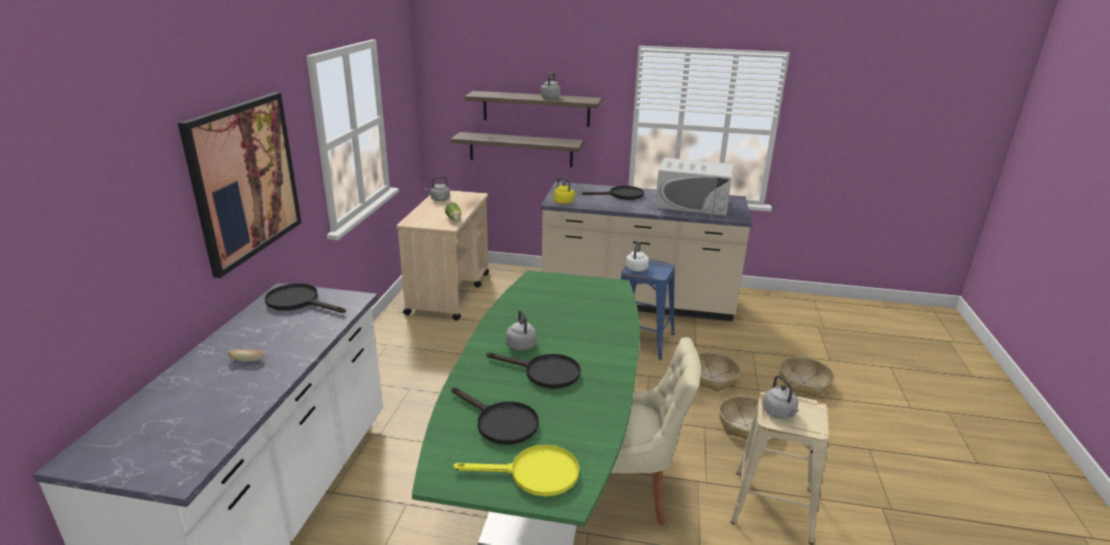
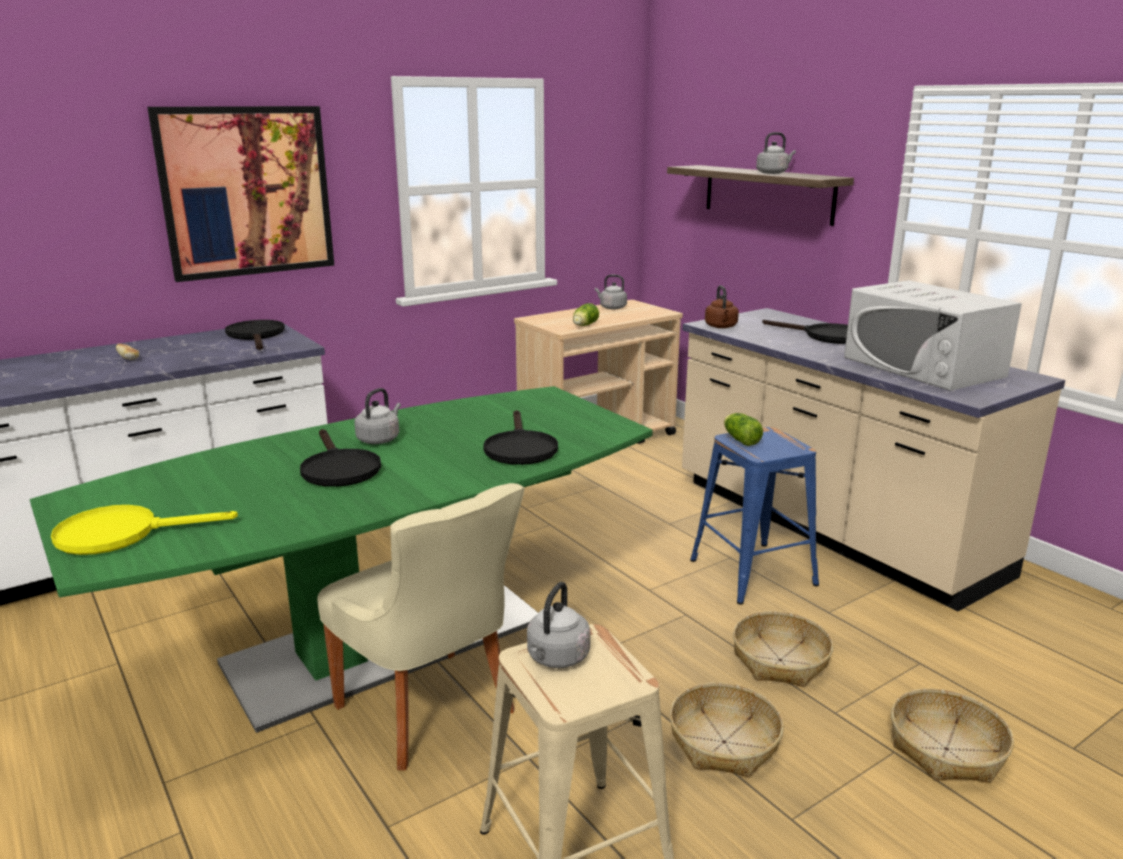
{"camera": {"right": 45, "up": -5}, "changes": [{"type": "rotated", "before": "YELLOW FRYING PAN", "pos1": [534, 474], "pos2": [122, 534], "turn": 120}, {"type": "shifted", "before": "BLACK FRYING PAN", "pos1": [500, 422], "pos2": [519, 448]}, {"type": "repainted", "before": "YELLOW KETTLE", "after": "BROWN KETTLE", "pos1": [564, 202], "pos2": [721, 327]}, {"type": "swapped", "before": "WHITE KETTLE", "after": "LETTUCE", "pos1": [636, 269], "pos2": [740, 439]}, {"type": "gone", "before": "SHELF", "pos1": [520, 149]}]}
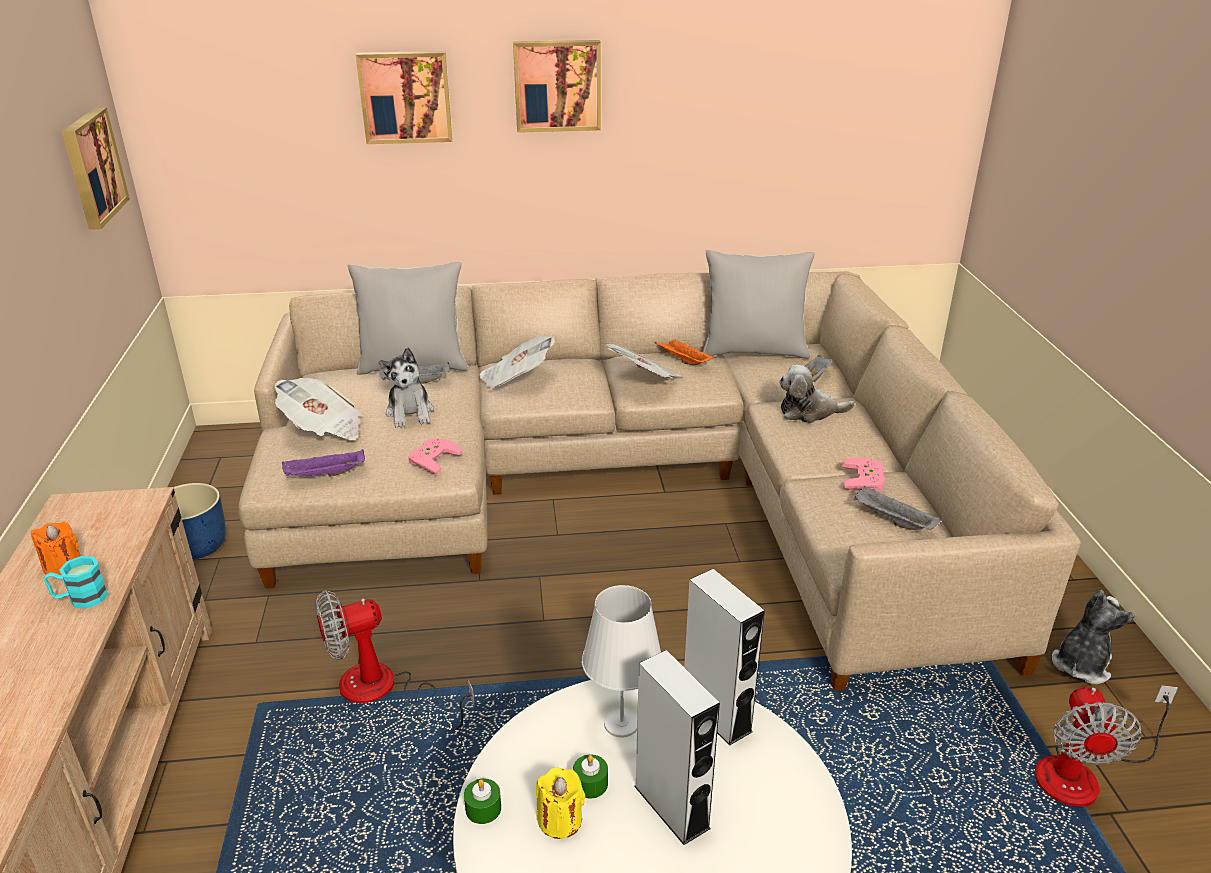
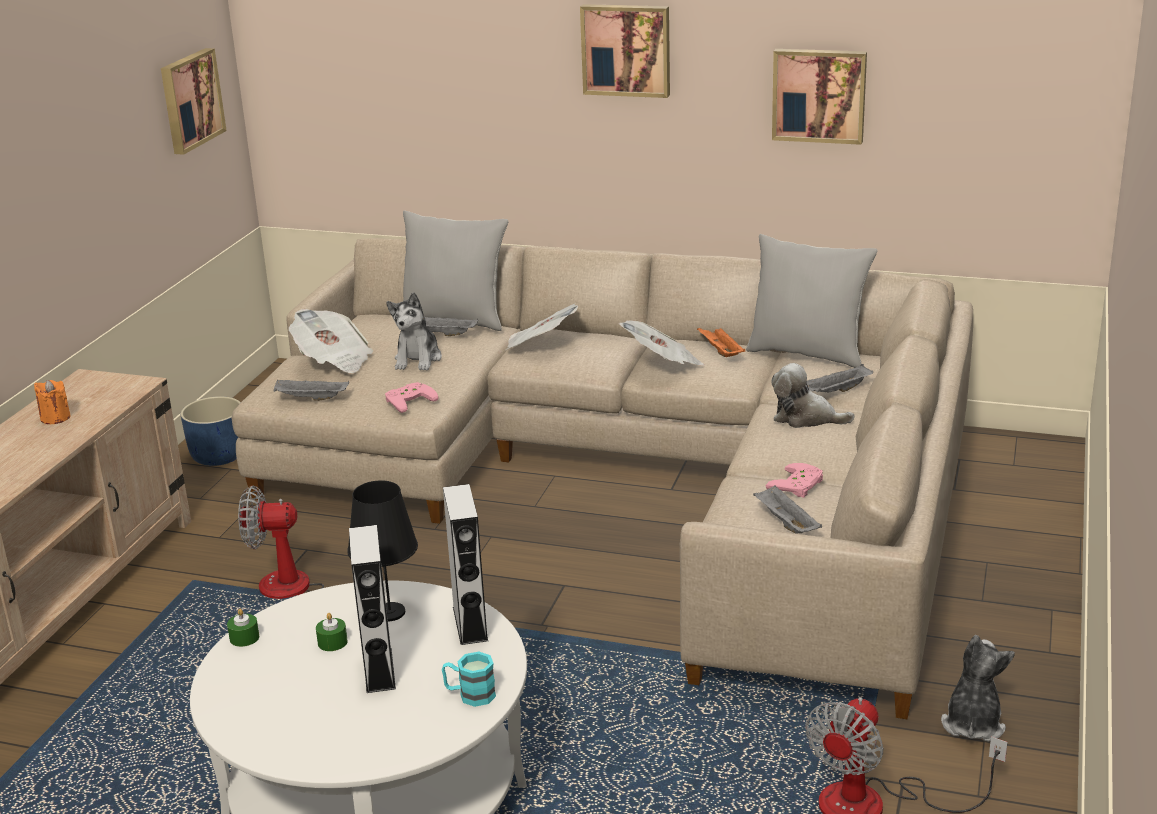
{"camera": {"right": 25, "up": -5}, "changes": [{"type": "repainted", "before": "PURPLE TRAY", "after": "GREY TRAY", "pos1": [324, 475], "pos2": [310, 398]}, {"type": "repainted", "before": "WHITE TABLE LAMP", "after": "BLACK TABLE LAMP", "pos1": [621, 724], "pos2": [389, 613]}, {"type": "shifted", "before": "TURQUOISE MUG", "pos1": [80, 598], "pos2": [470, 695]}, {"type": "shifted", "before": "PICTURE", "pos1": [405, 97], "pos2": [819, 95]}, {"type": "rotated", "before": "PLUSH TOY", "pos1": [1080, 665], "pos2": [972, 724], "turn": -45}, {"type": "gone", "before": "YELLOW CANDLE", "pos1": [560, 820]}]}
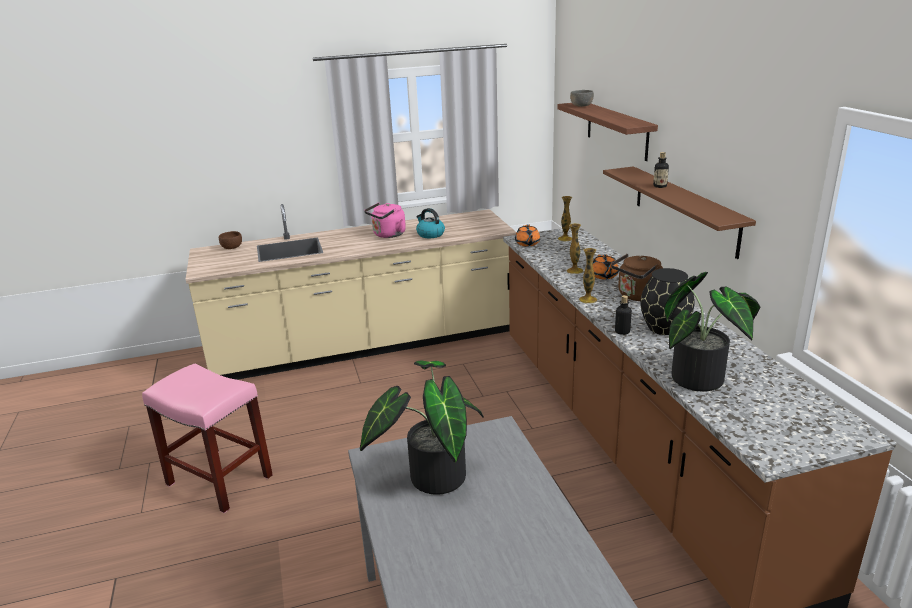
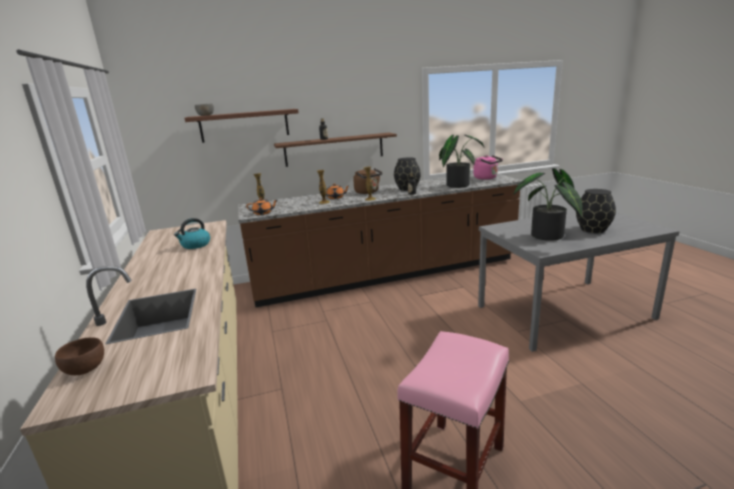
{"camera": {"right": -90, "up": -5}, "changes": [{"type": "shifted", "before": "PINK KETTLE", "pos1": [387, 235], "pos2": [487, 178]}, {"type": "new", "after": "BLACK VASE", "pos2": [593, 229]}]}
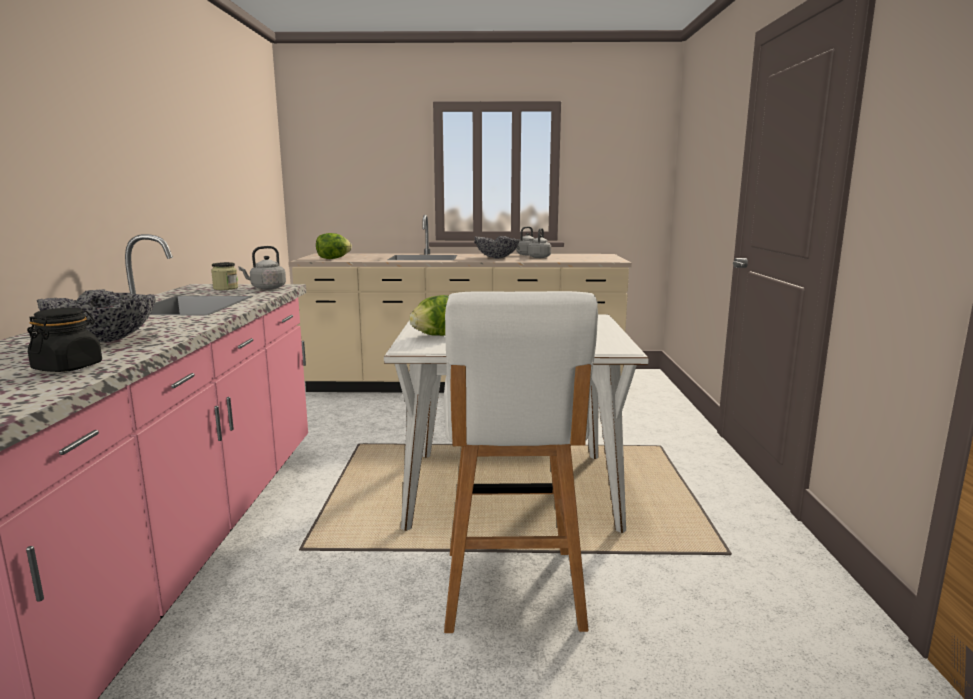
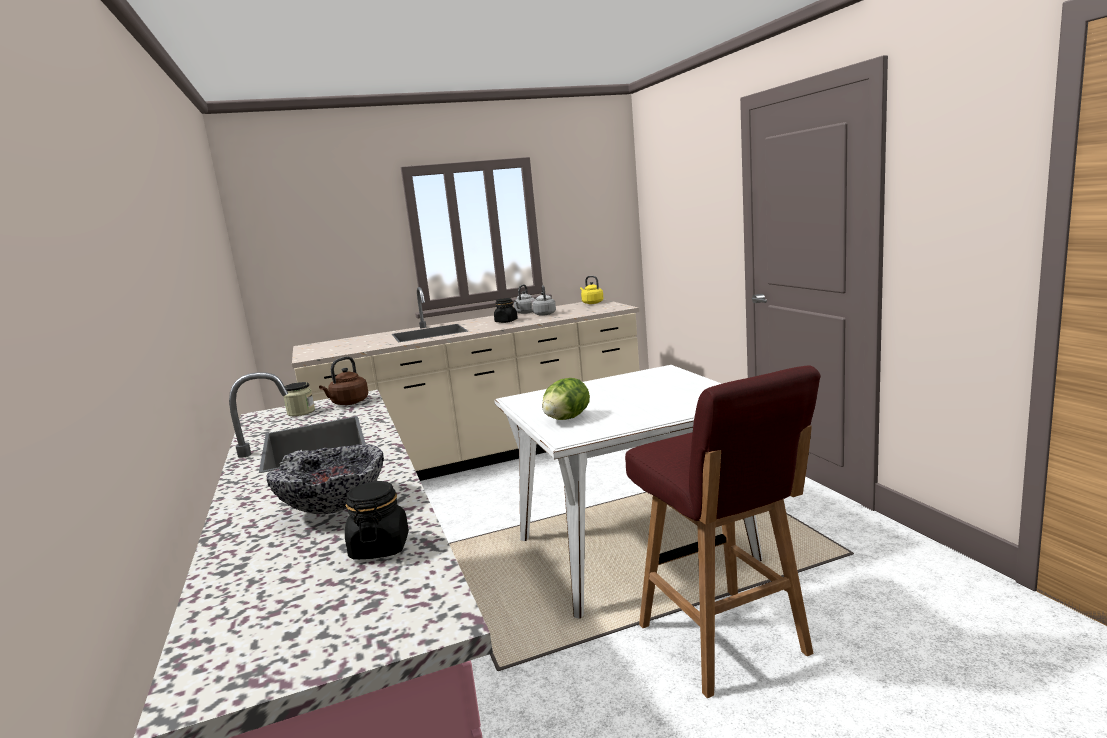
{"camera": {"right": -20, "up": 0}, "changes": [{"type": "repainted", "before": "GREY KETTLE", "after": "BROWN KETTLE", "pos1": [266, 288], "pos2": [348, 403]}, {"type": "swapped", "before": "BOWL", "after": "BLACK JAR", "pos1": [497, 258], "pos2": [506, 321]}, {"type": "new", "after": "YELLOW KETTLE", "pos2": [591, 303]}, {"type": "repainted", "before": "WHITE STOOL", "after": "RED STOOL", "pos1": [511, 591], "pos2": [724, 641]}, {"type": "gone", "before": "LETTUCE", "pos1": [333, 258]}]}
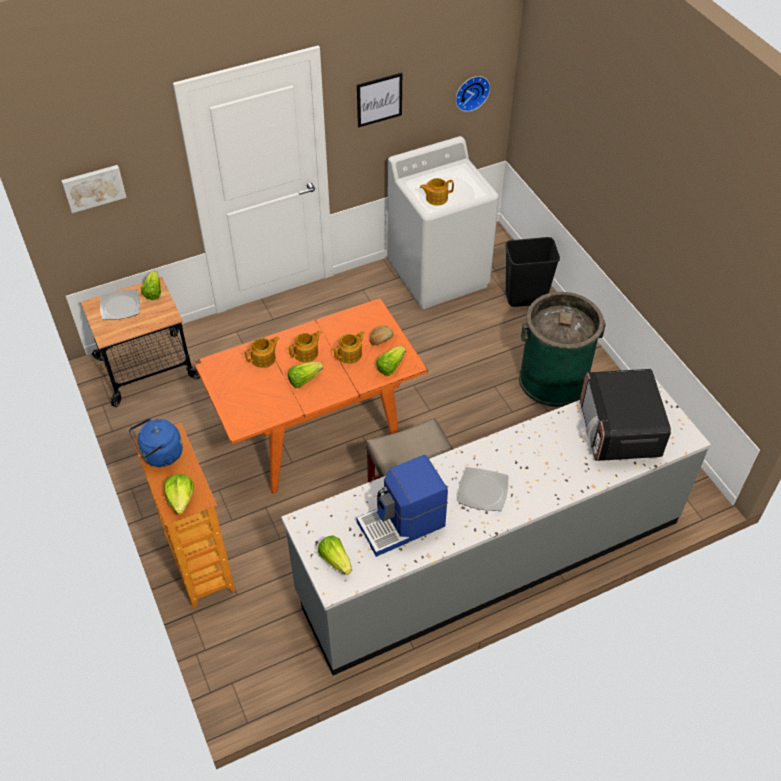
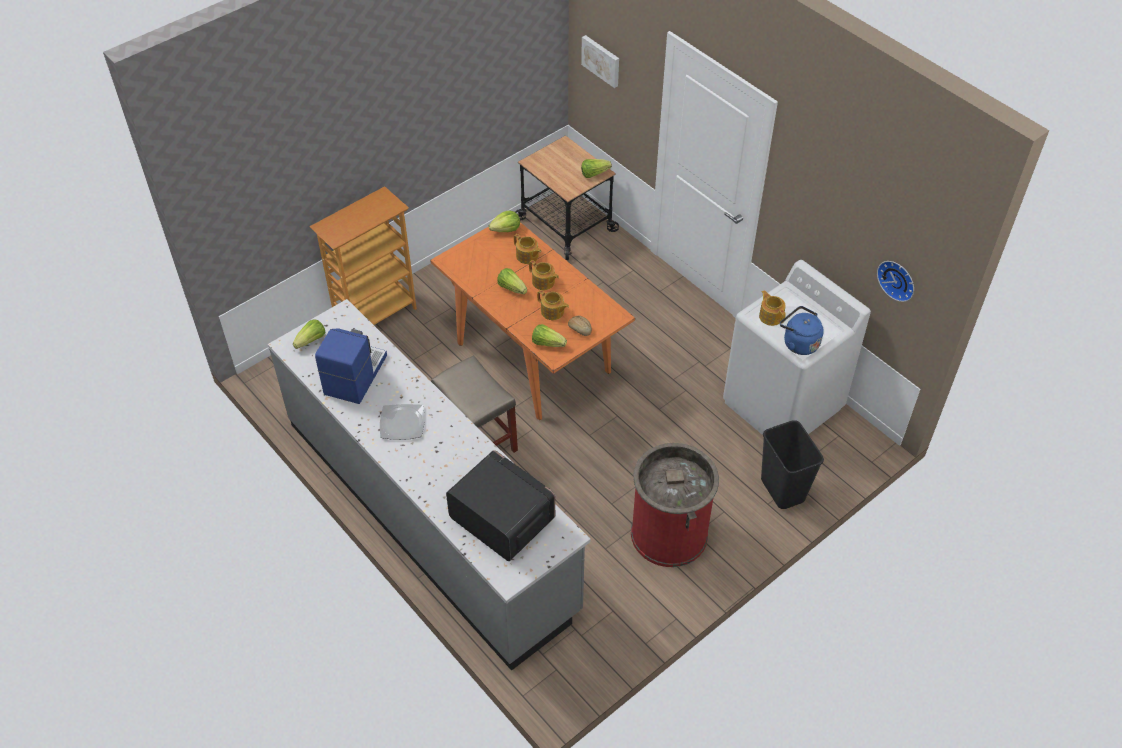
{"camera": {"right": 75, "up": 0}, "changes": [{"type": "rotated", "before": "COFFEE MACHINE", "pos1": [402, 524], "pos2": [354, 375], "turn": 60}, {"type": "rotated", "before": "MICROWAVE", "pos1": [619, 430], "pos2": [501, 519], "turn": 60}, {"type": "shifted", "before": "LETTUCE", "pos1": [181, 499], "pos2": [506, 229]}, {"type": "repainted", "before": "GREEN TRASH CAN", "after": "RED TRASH CAN", "pos1": [553, 380], "pos2": [669, 533]}, {"type": "shifted", "before": "BLUE KETTLE", "pos1": [160, 455], "pos2": [798, 343]}, {"type": "gone", "before": "PLATE", "pos1": [120, 306]}, {"type": "gone", "before": "PICTURE", "pos1": [379, 99]}]}
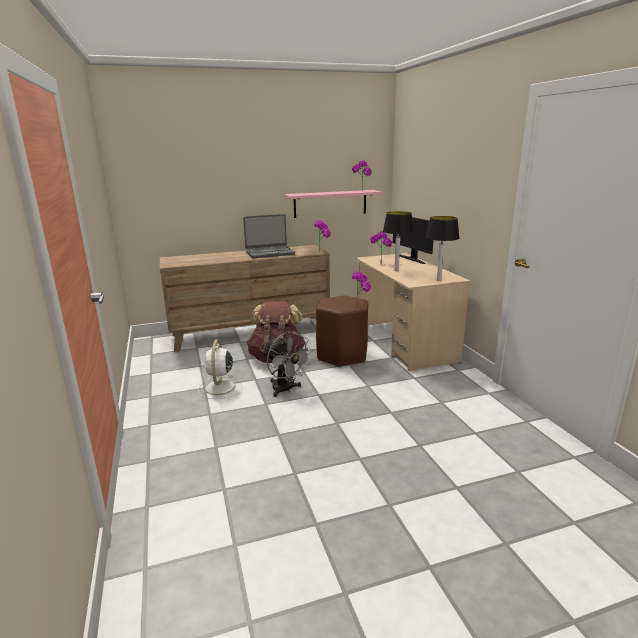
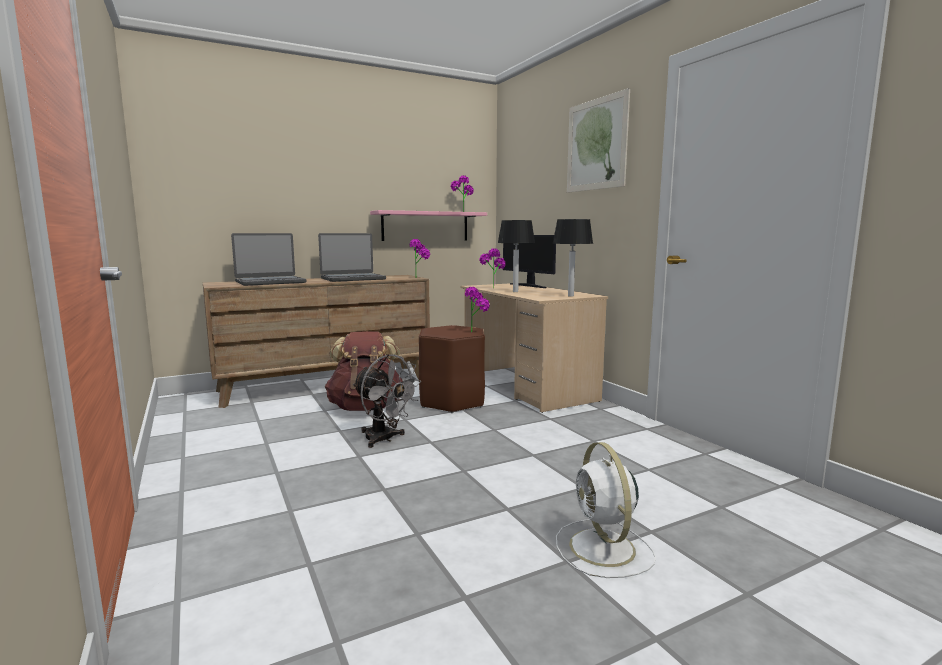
{"camera": {"right": -10, "up": -10}, "changes": [{"type": "new", "after": "LAPTOP", "pos2": [270, 282]}, {"type": "shifted", "before": "WHITE FAN", "pos1": [220, 388], "pos2": [603, 549]}, {"type": "new", "after": "PICTURE", "pos2": [596, 144]}]}
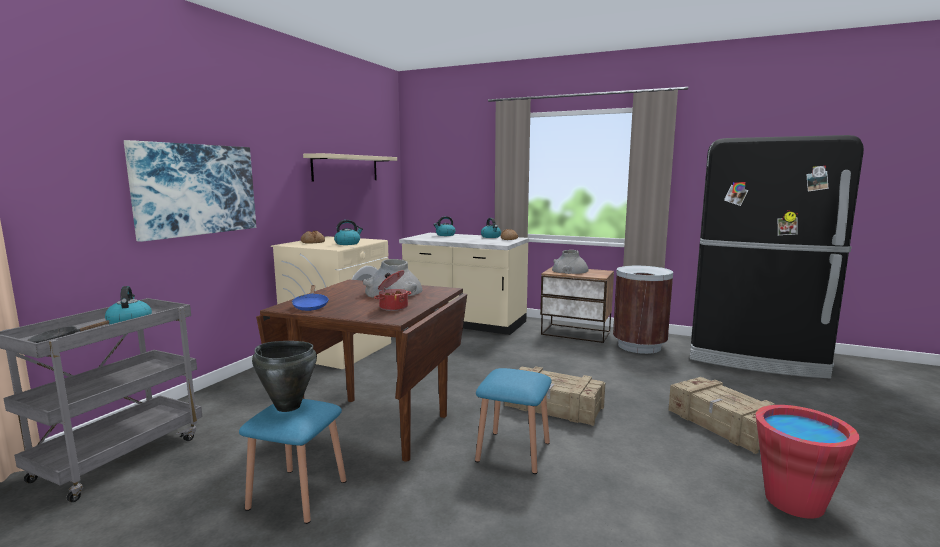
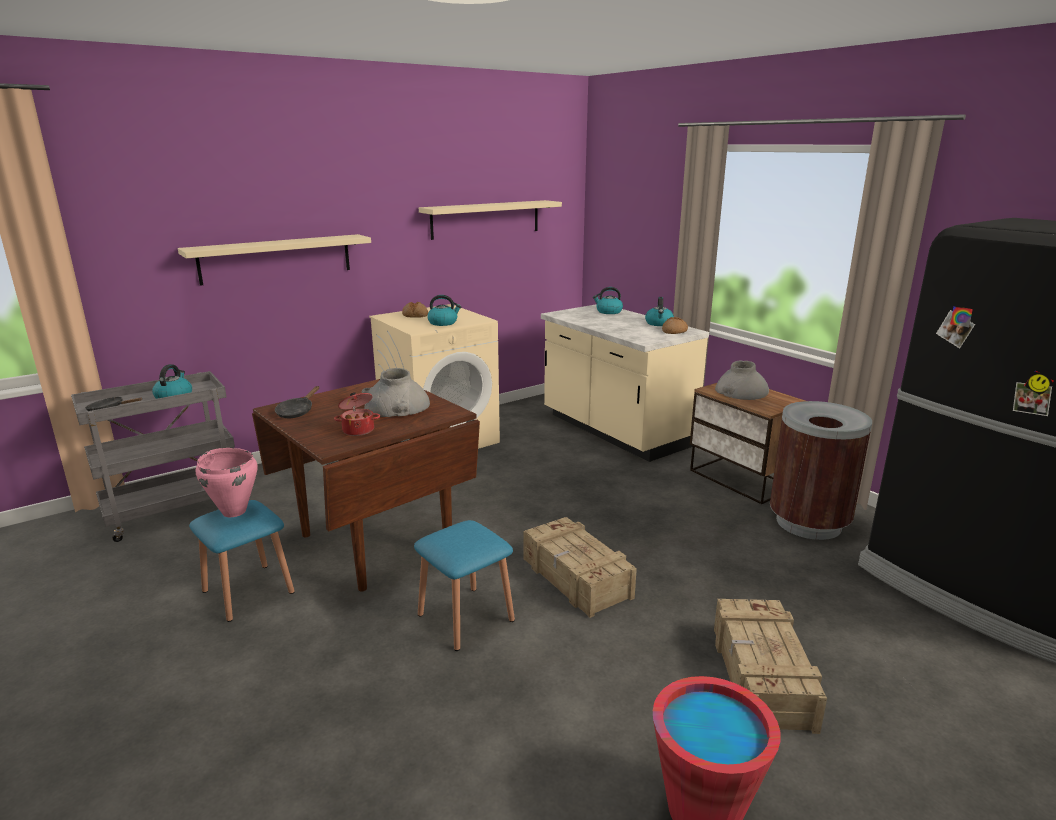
{"camera": {"right": 30, "up": 10}, "changes": [{"type": "swapped", "before": "PICTURE", "after": "BEIGE SHELF", "pos1": [196, 189], "pos2": [276, 259]}, {"type": "repainted", "before": "BLACK COOKING POT", "after": "PINK COOKING POT", "pos1": [288, 406], "pos2": [234, 511]}, {"type": "repainted", "before": "BLUE FRYING PAN", "after": "BLACK FRYING PAN", "pos1": [310, 306], "pos2": [297, 411]}]}
